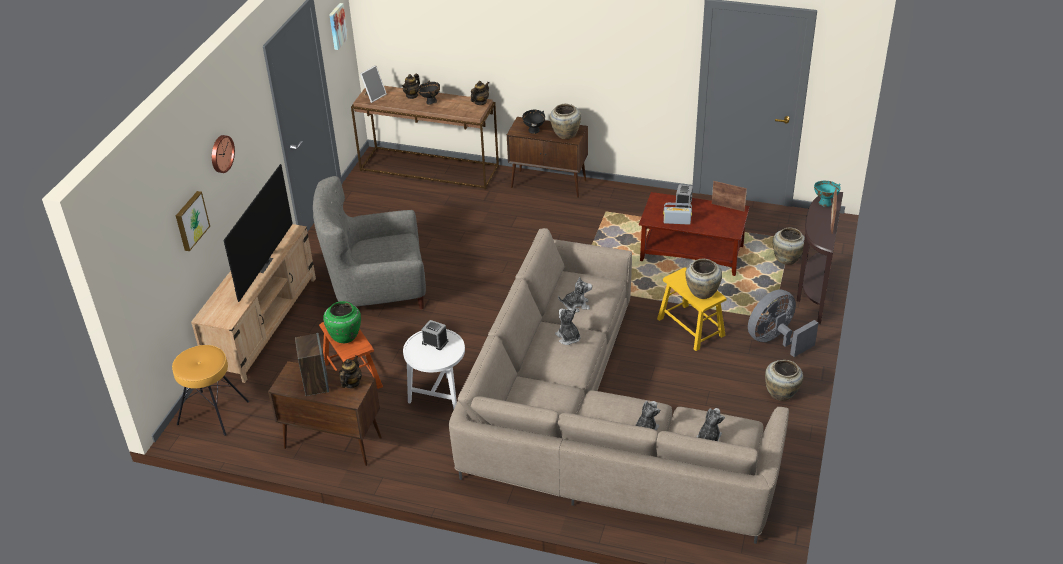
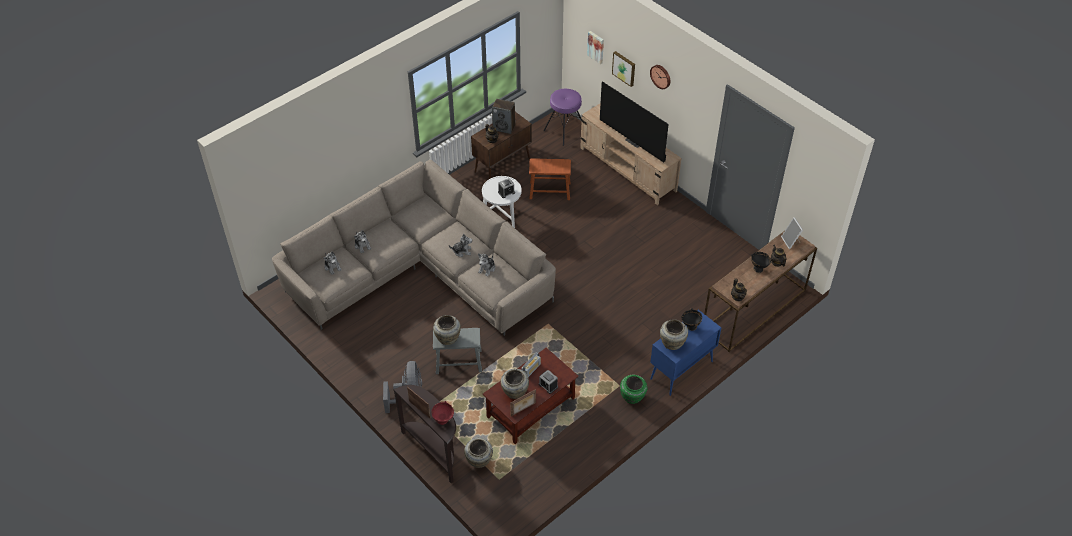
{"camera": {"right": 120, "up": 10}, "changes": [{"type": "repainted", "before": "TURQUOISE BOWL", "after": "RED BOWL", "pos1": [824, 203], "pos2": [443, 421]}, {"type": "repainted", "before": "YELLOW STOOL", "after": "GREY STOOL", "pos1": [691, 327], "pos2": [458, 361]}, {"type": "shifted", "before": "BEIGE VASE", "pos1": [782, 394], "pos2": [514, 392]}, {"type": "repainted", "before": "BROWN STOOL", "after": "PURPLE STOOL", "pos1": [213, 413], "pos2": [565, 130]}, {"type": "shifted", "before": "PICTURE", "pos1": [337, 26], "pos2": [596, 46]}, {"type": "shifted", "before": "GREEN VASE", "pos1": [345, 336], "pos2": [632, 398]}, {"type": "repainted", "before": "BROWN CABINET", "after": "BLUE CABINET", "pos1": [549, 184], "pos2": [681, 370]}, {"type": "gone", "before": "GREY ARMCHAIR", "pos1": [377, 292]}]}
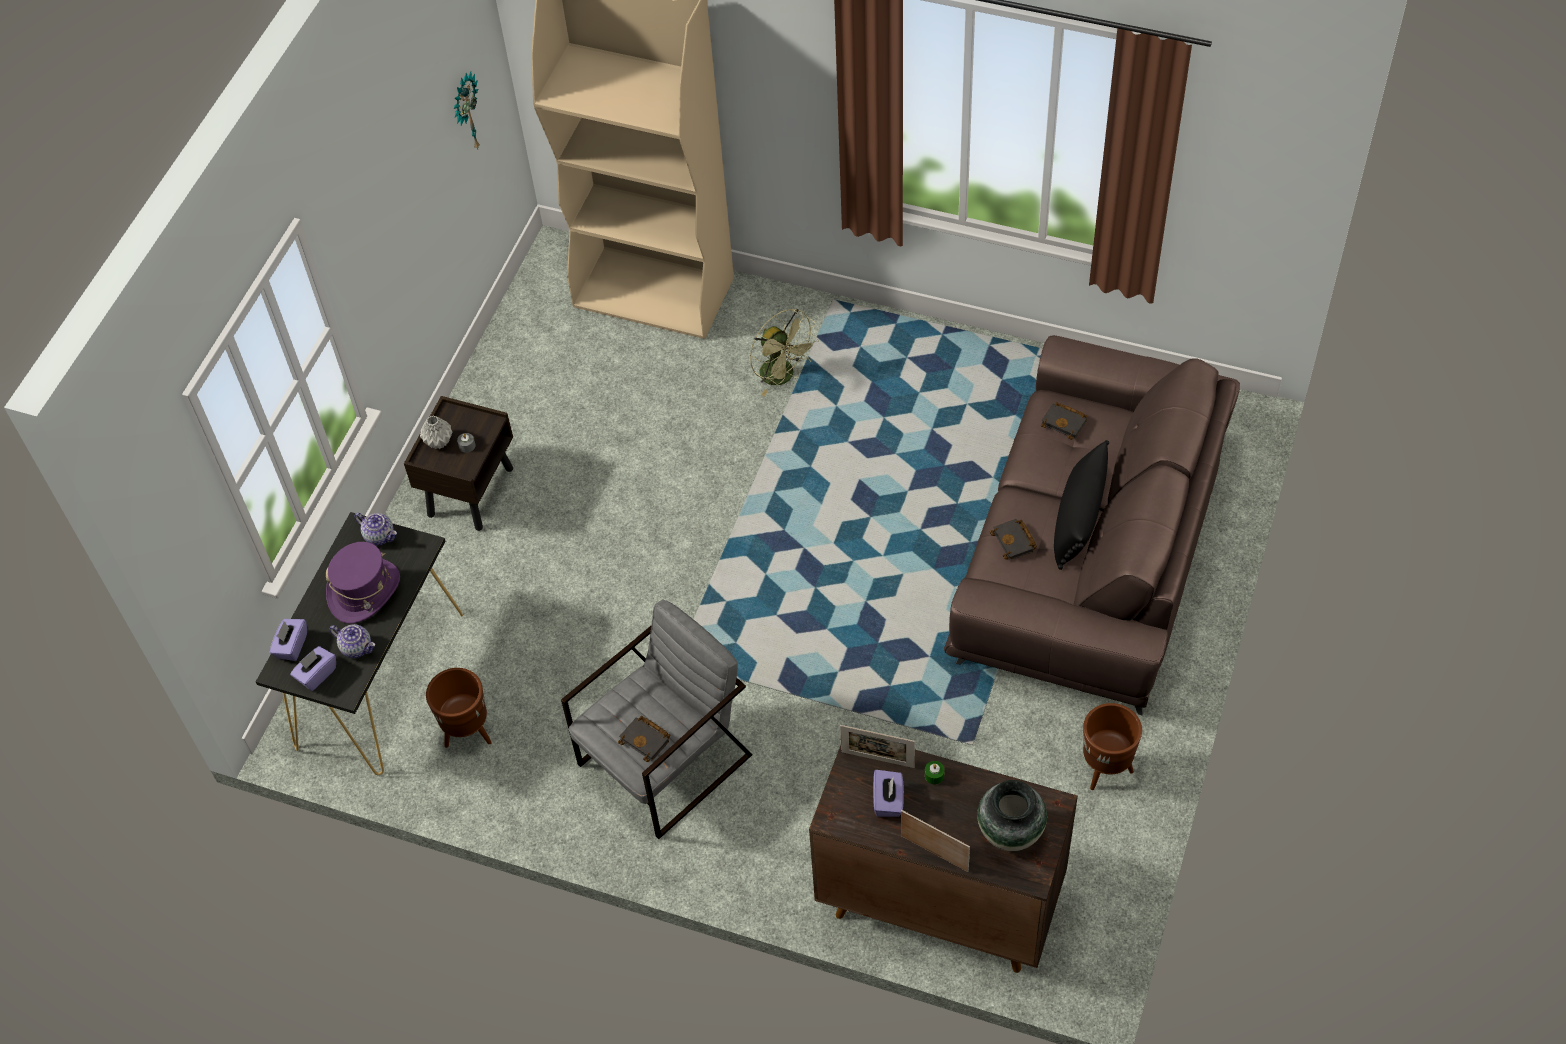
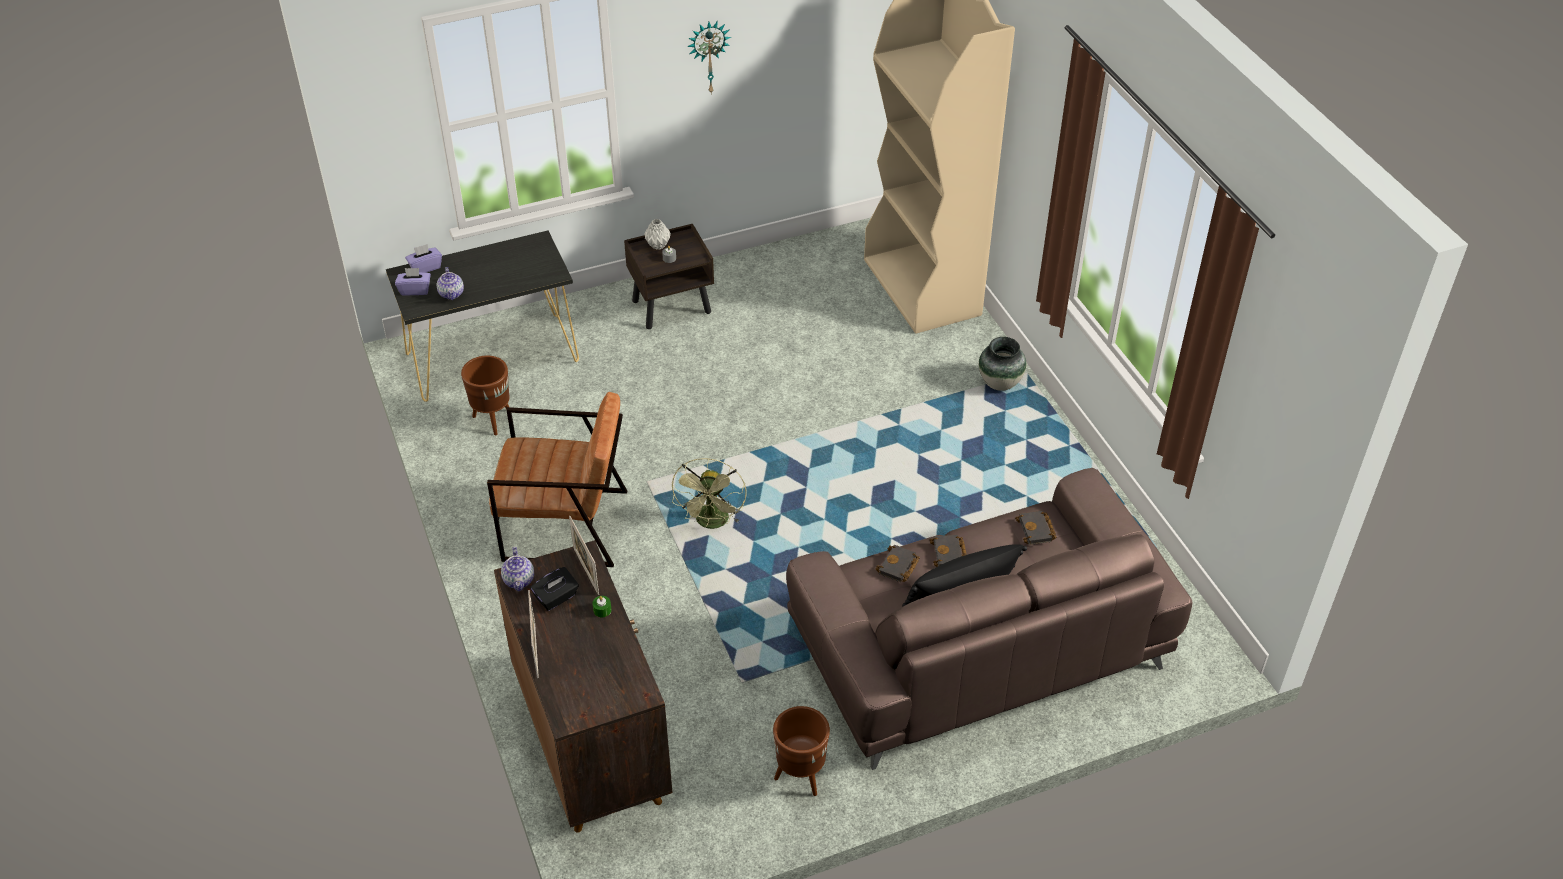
{"camera": {"right": 45, "up": -10}, "changes": [{"type": "repainted", "before": "GREY ARMCHAIR", "after": "BROWN ARMCHAIR", "pos1": [665, 760], "pos2": [565, 526]}, {"type": "shifted", "before": "TEAPOT", "pos1": [380, 536], "pos2": [519, 580]}, {"type": "repainted", "before": "PURPLE TISSUE BOX", "after": "BLACK TISSUE BOX", "pos1": [888, 801], "pos2": [556, 598]}, {"type": "shifted", "before": "GREEN FAN", "pos1": [783, 376], "pos2": [712, 523]}, {"type": "shifted", "before": "WALL CLOCK", "pos1": [465, 113], "pos2": [708, 56]}, {"type": "shifted", "before": "BLACK BOOK", "pos1": [646, 740], "pos2": [950, 555]}, {"type": "shifted", "before": "VASE", "pos1": [1010, 833], "pos2": [999, 383]}, {"type": "gone", "before": "PURPLE HAT", "pos1": [365, 591]}]}
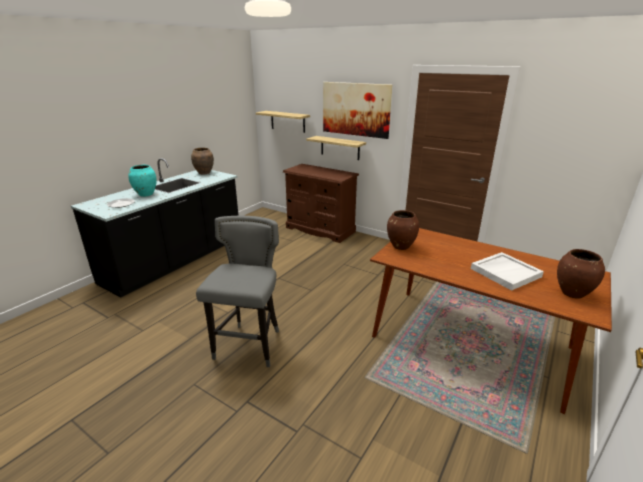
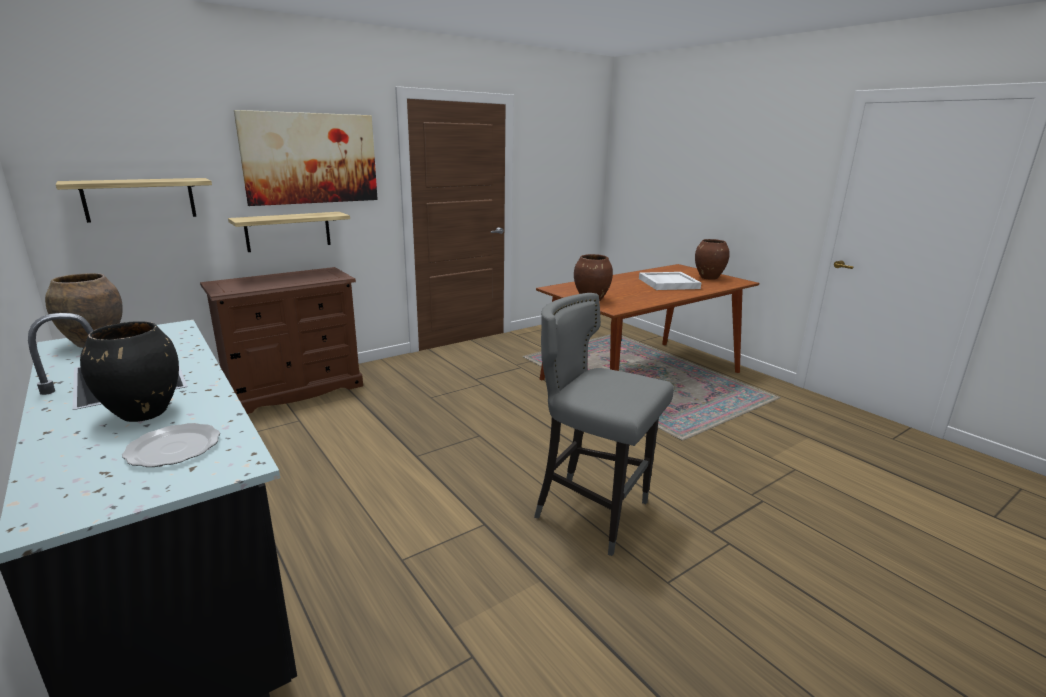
{"camera": {"right": -70, "up": -5}, "changes": [{"type": "repainted", "before": "TURQUOISE VASE", "after": "BLACK VASE", "pos1": [145, 194], "pos2": [144, 413]}]}
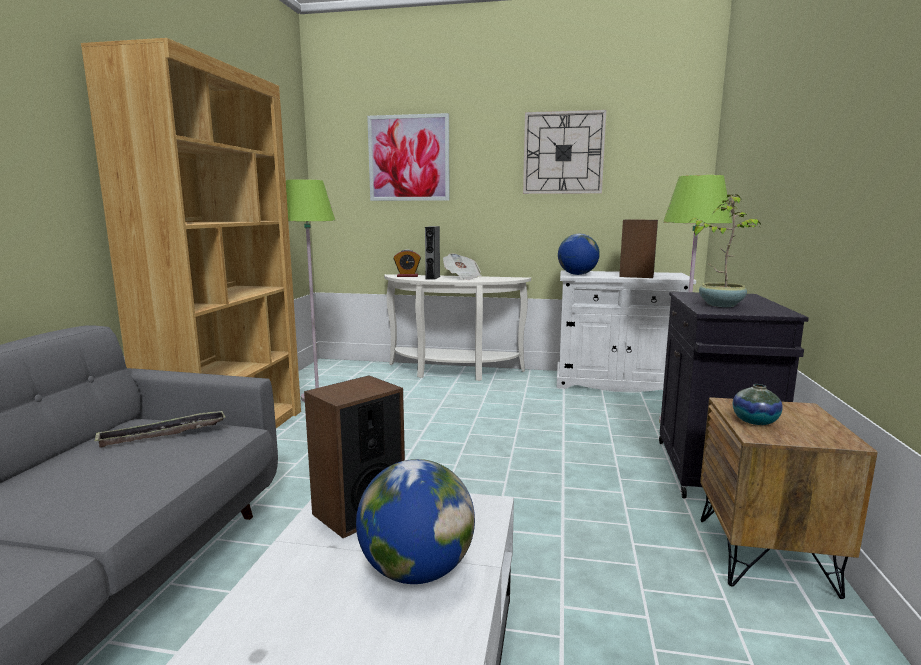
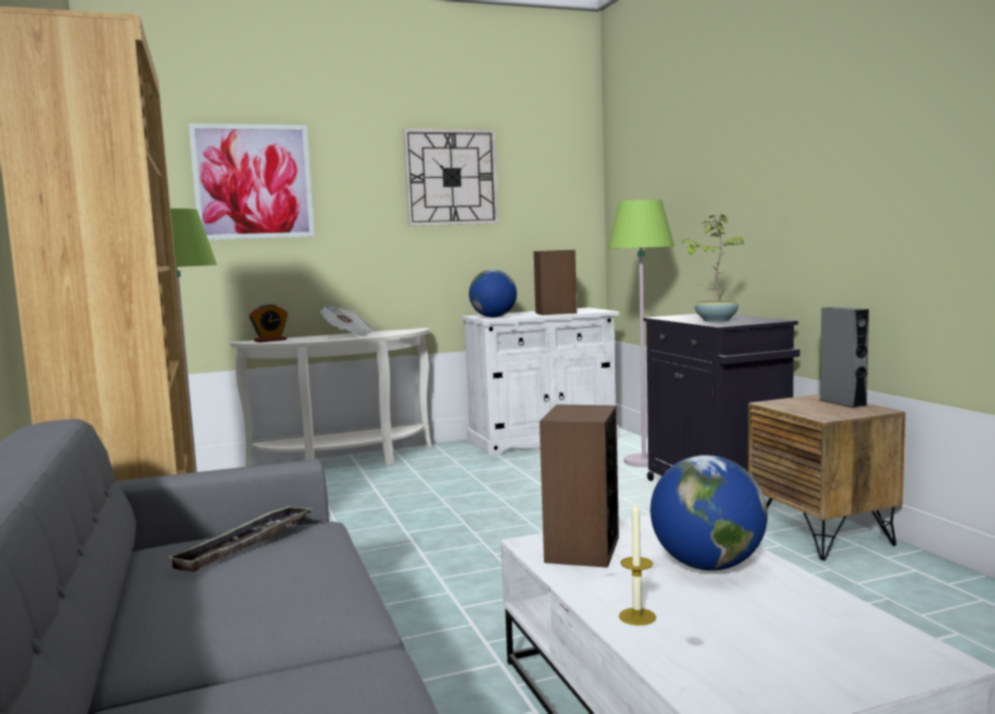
{"camera": {"right": -30, "up": -5}, "changes": [{"type": "new", "after": "CANDLE", "pos2": [637, 616]}, {"type": "shifted", "before": "GREY SPEAKER", "pos1": [432, 278], "pos2": [842, 403]}, {"type": "gone", "before": "VASE", "pos1": [755, 421]}]}
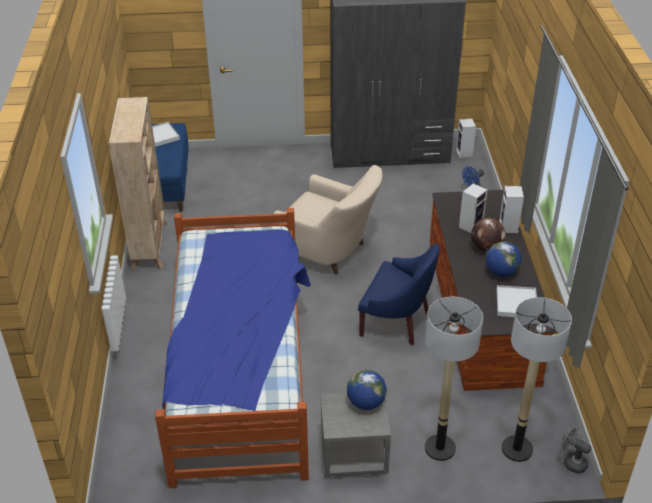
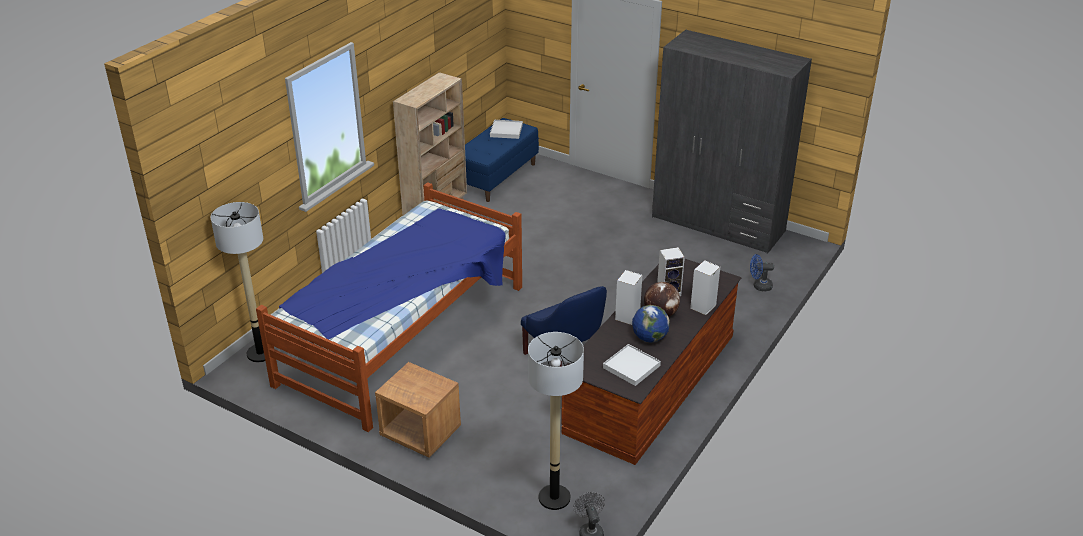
{"camera": {"right": 35, "up": -5}, "changes": [{"type": "shifted", "before": "FLOOR LAMP", "pos1": [440, 448], "pos2": [260, 353]}, {"type": "repainted", "before": "GREY NIGHTSTAND", "after": "BROWN NIGHTSTAND", "pos1": [353, 455], "pos2": [420, 433]}, {"type": "shifted", "before": "SPEAKER", "pos1": [464, 153], "pos2": [627, 317]}, {"type": "gone", "before": "BEIGE ARMCHAIR", "pos1": [330, 251]}, {"type": "gone", "before": "GLOBE", "pos1": [366, 403]}]}
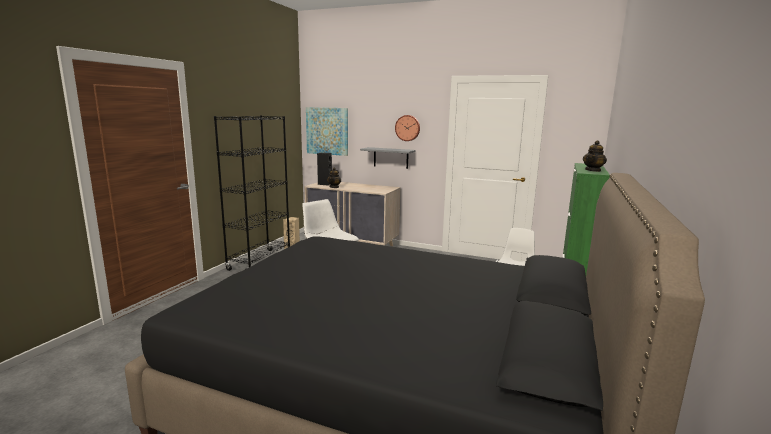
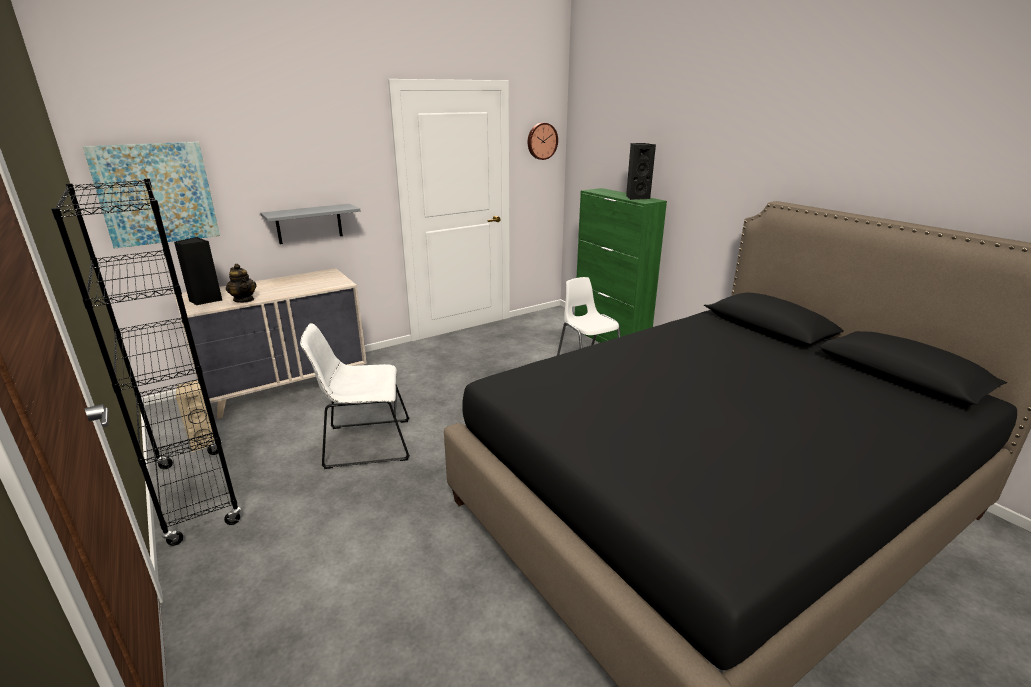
{"camera": {"right": -55, "up": 10}, "changes": [{"type": "shifted", "before": "WALL CLOCK", "pos1": [407, 128], "pos2": [541, 141]}, {"type": "swapped", "before": "TEAPOT", "after": "BLACK SPEAKER", "pos1": [593, 170], "pos2": [636, 197]}]}
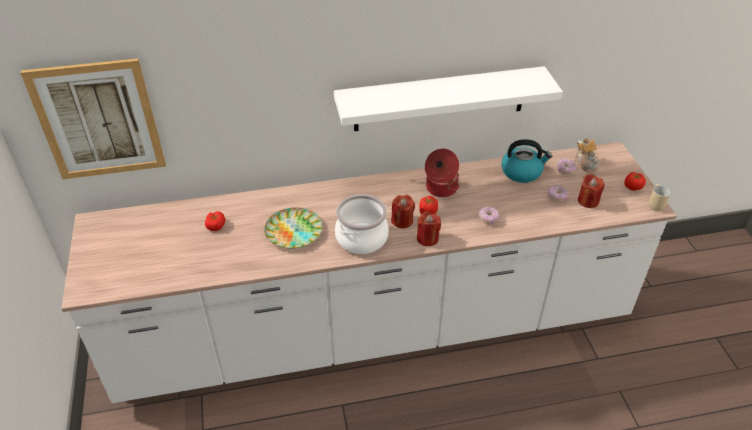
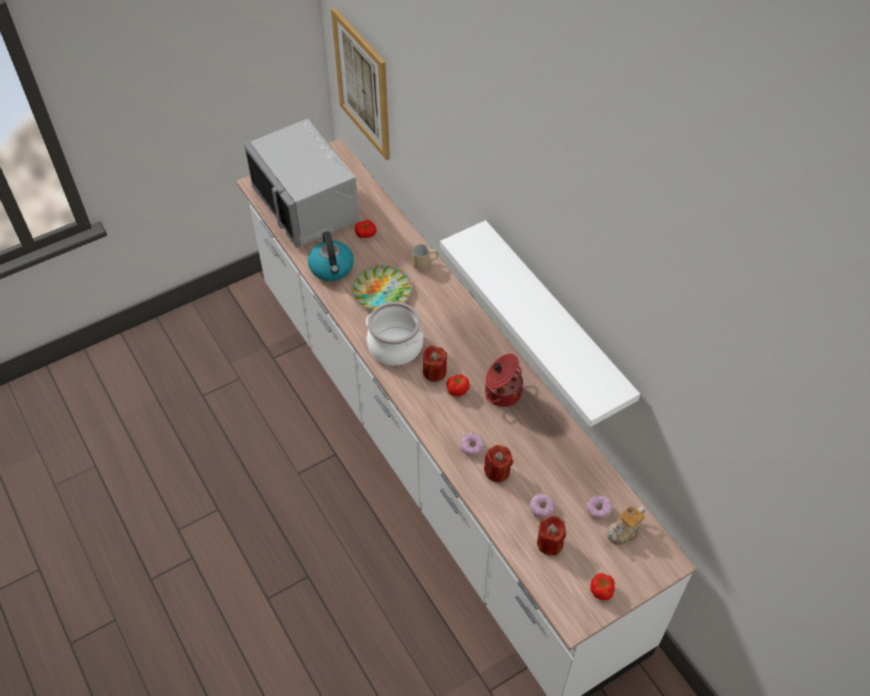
{"camera": {"right": 70, "up": 10}, "changes": [{"type": "new", "after": "GREY MICROWAVE", "pos2": [307, 205]}, {"type": "shifted", "before": "KETTLE", "pos1": [522, 172], "pos2": [332, 268]}, {"type": "shifted", "before": "BEIGE MUG", "pos1": [654, 203], "pos2": [424, 263]}, {"type": "shifted", "before": "RED CANDLE", "pos1": [427, 238], "pos2": [497, 471]}]}
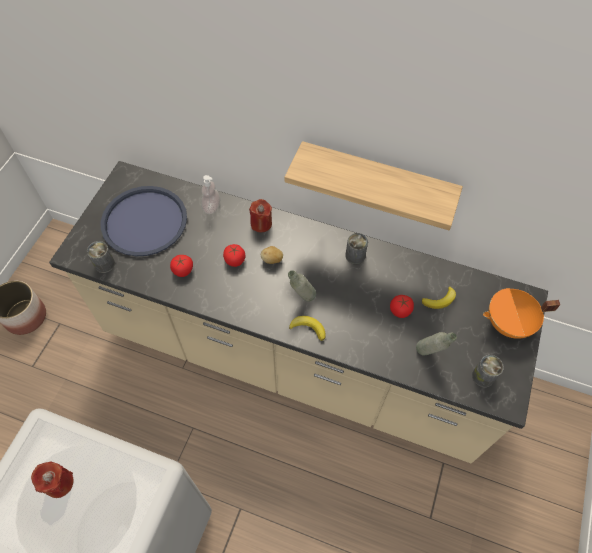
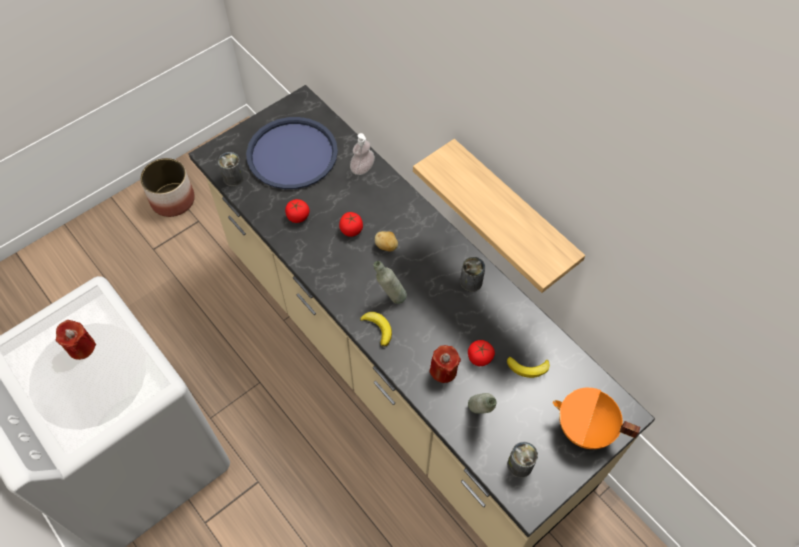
{"camera": {"right": 30, "up": 0}, "changes": [{"type": "shifted", "before": "RED CANDLE", "pos1": [261, 223], "pos2": [443, 370]}]}
